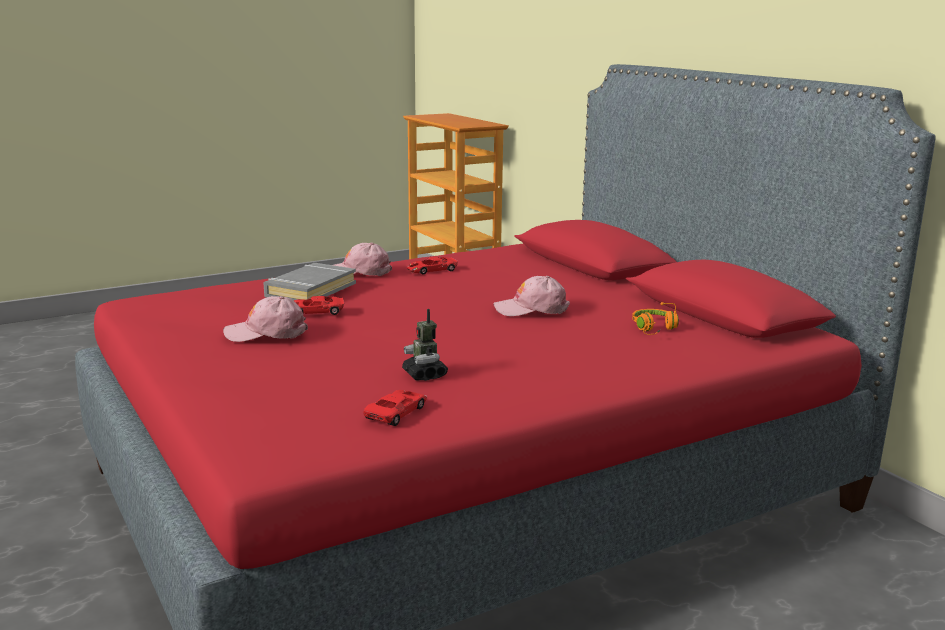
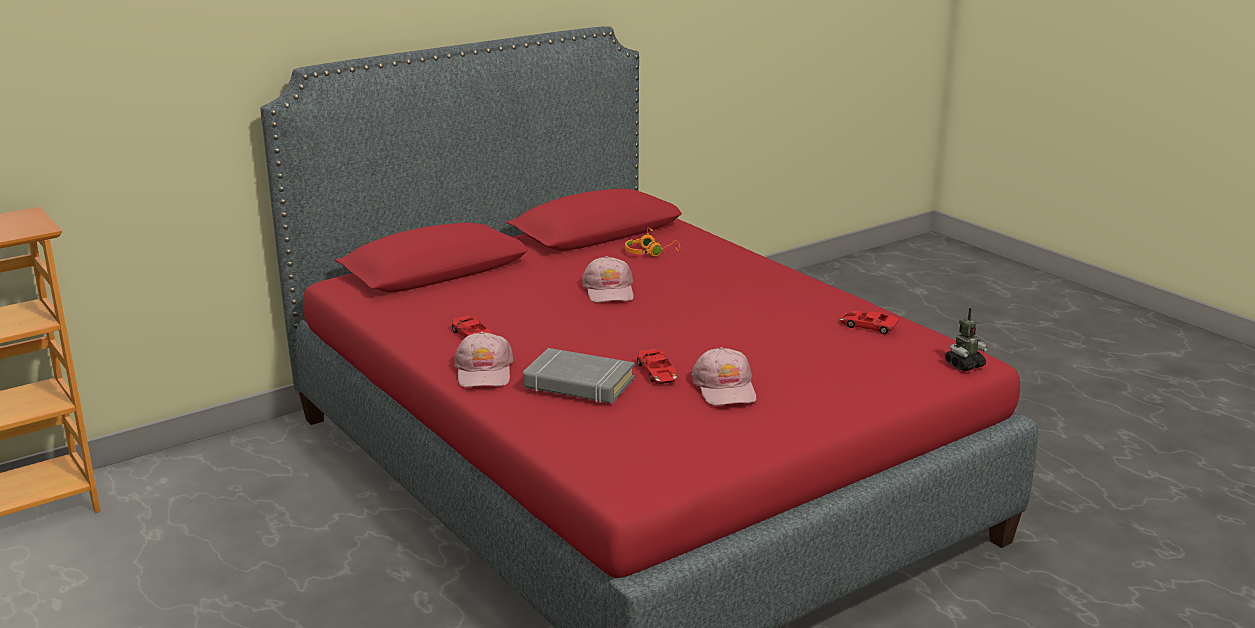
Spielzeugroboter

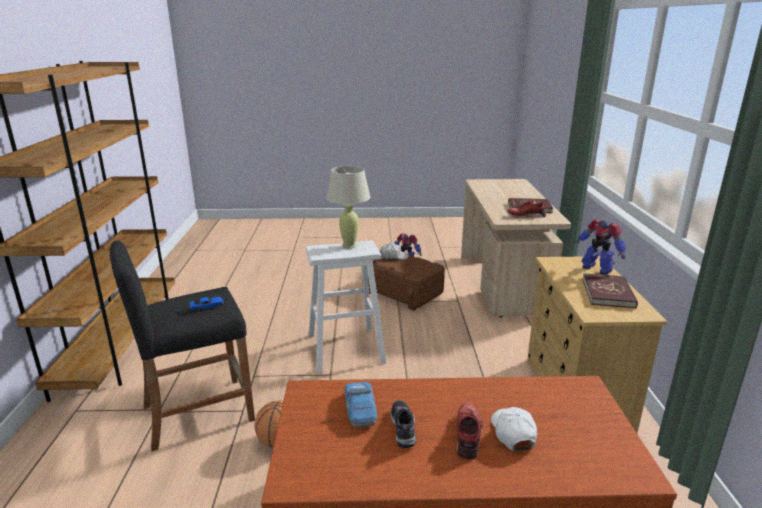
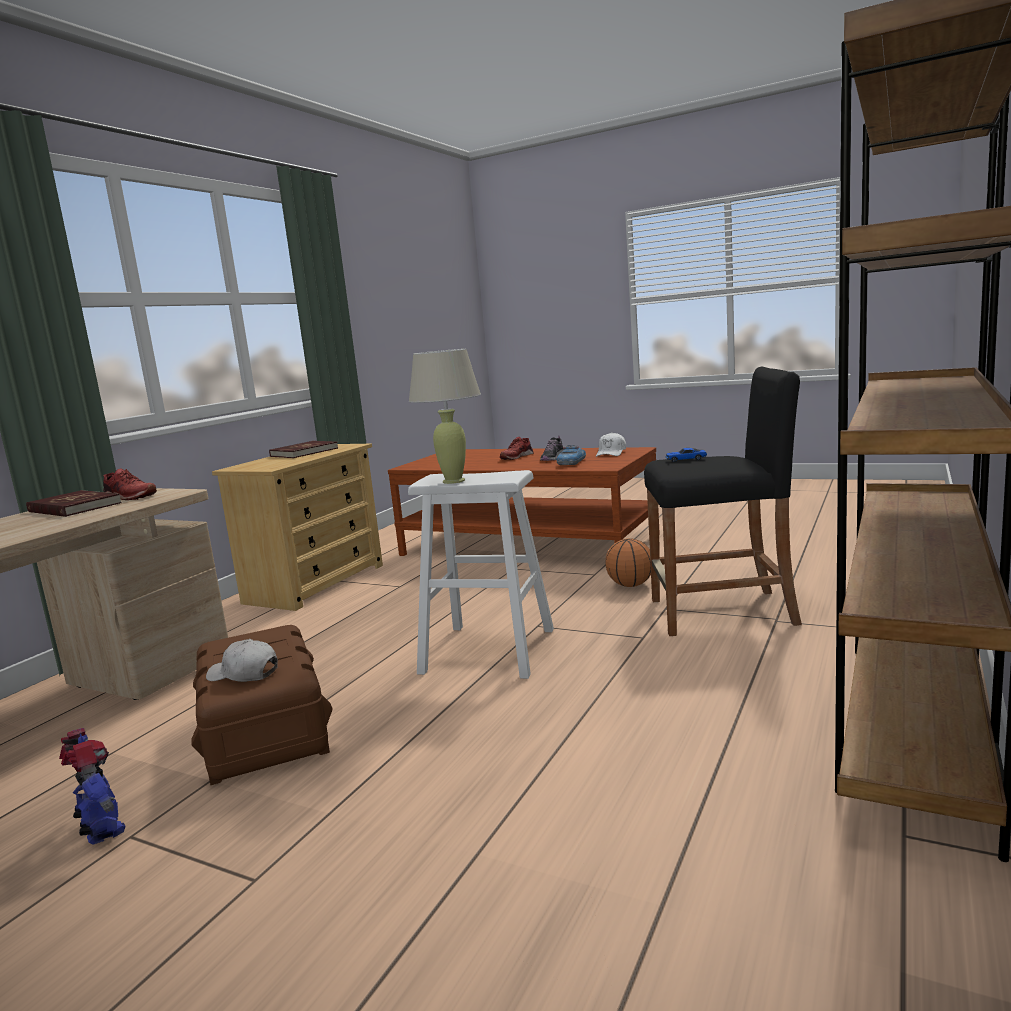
Spielzeugroboter (2nd from left in the first image); Kappe (weiß) (2nd from left)

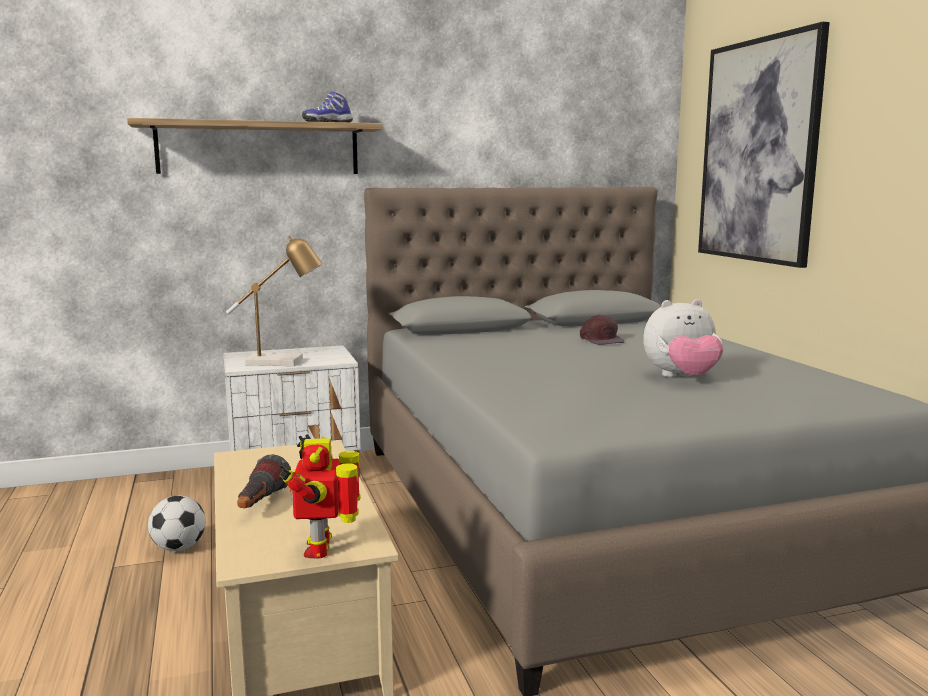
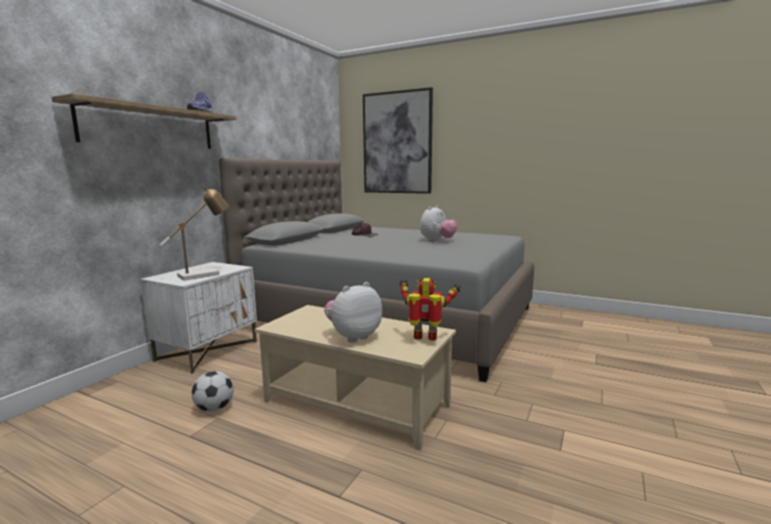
Spielzeugroboter; Plüschtier (1st from left)

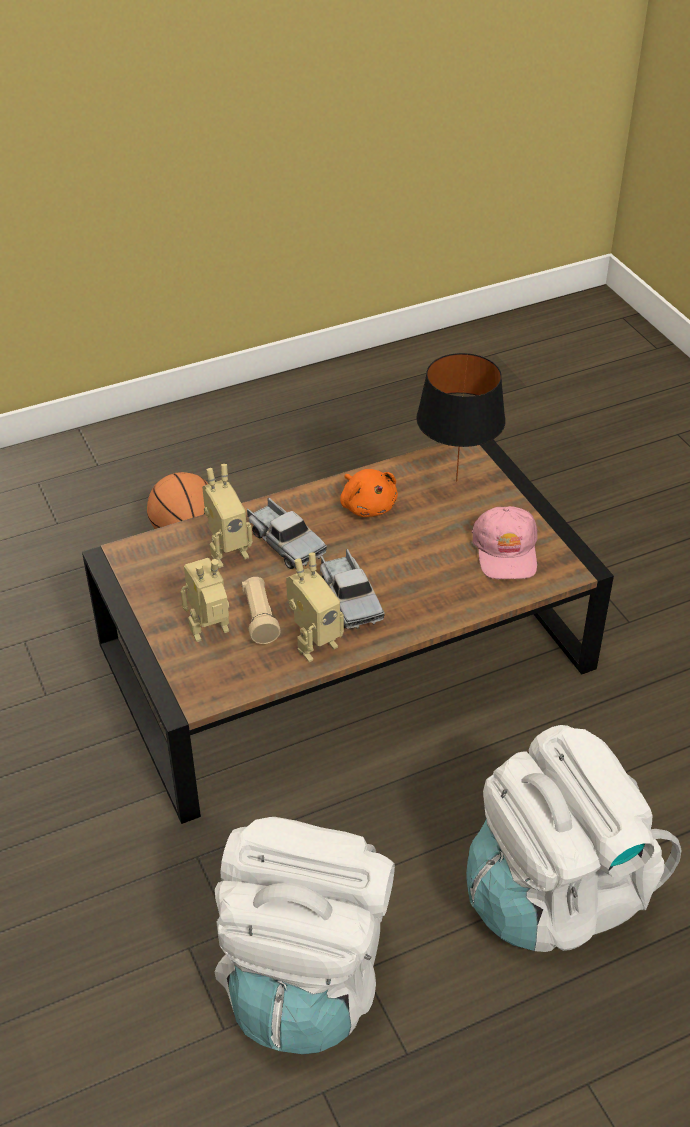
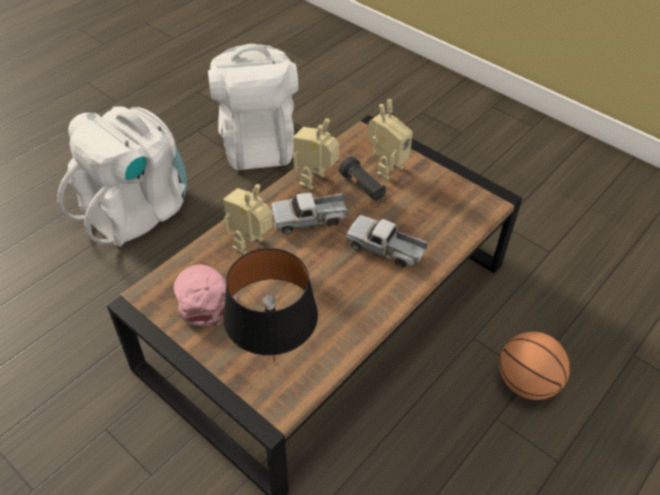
Spielzeugroboter (1st from left); Plüschtier (orange); Spielzeuglaster (1st from left); Taschenlampe (schwarz)

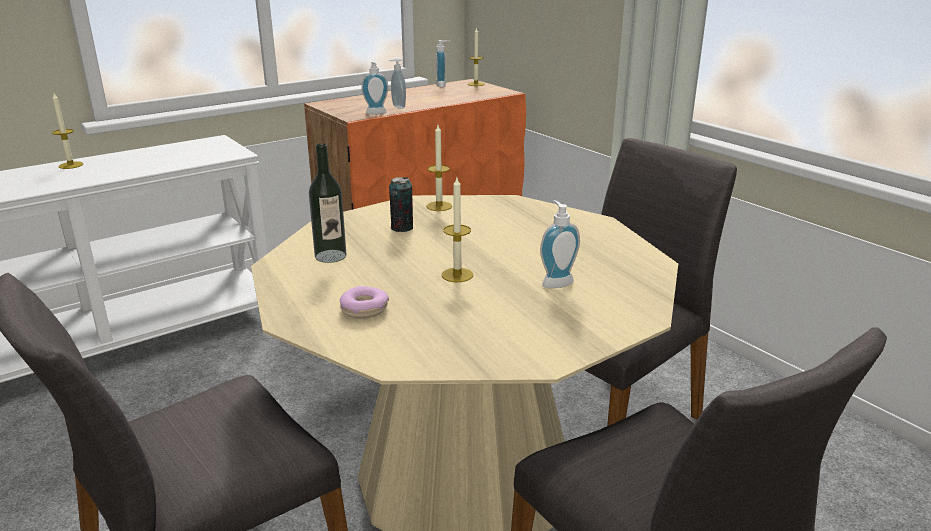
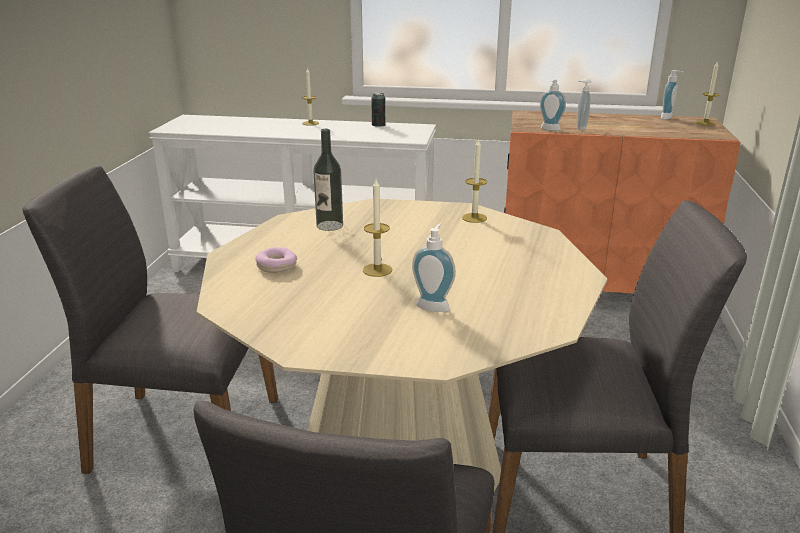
Dose

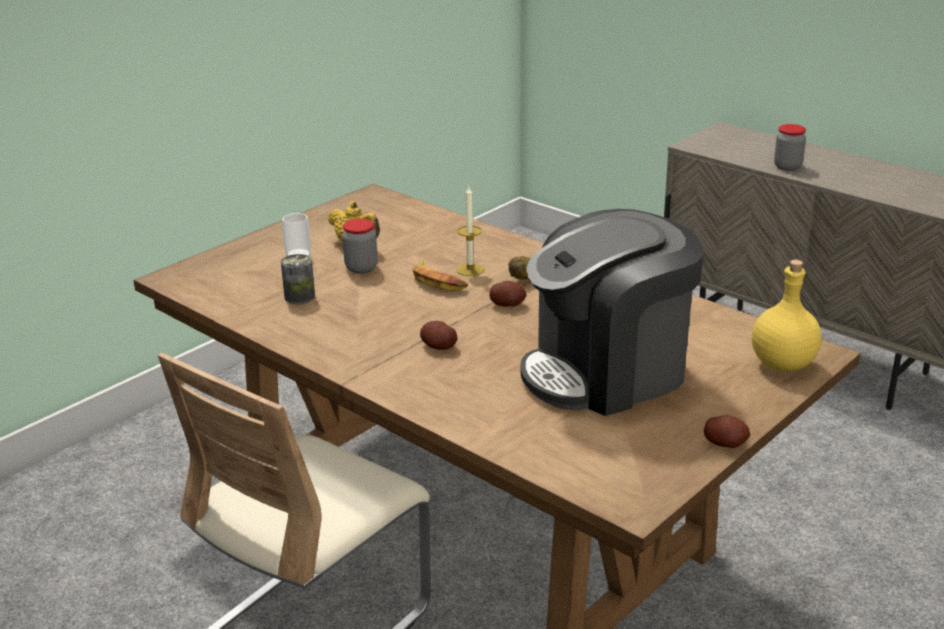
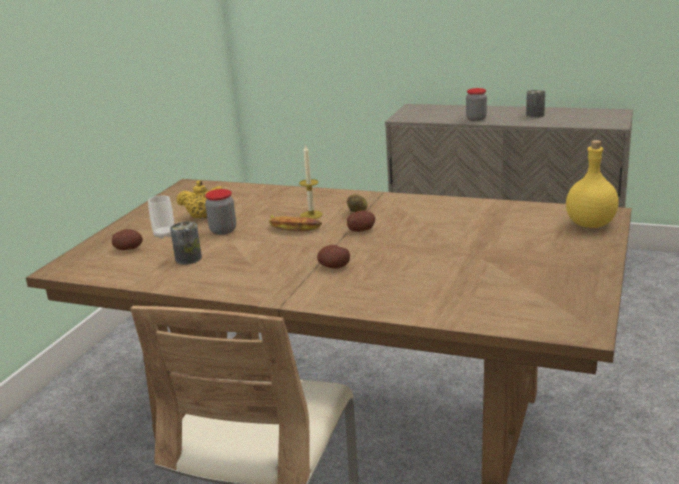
Kaffeemaschine; Kartoffel (1st from left); Dose (2nd from left)

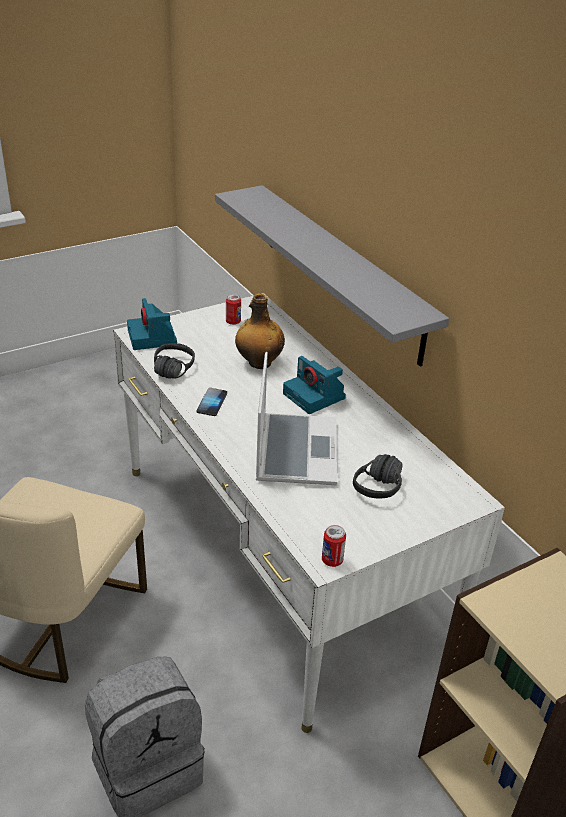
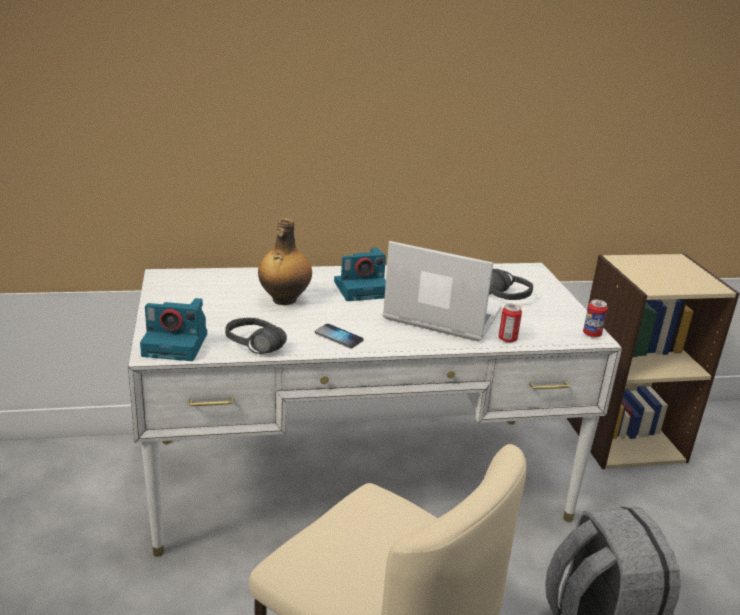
Wandregal (grau); Dose (1st from left)

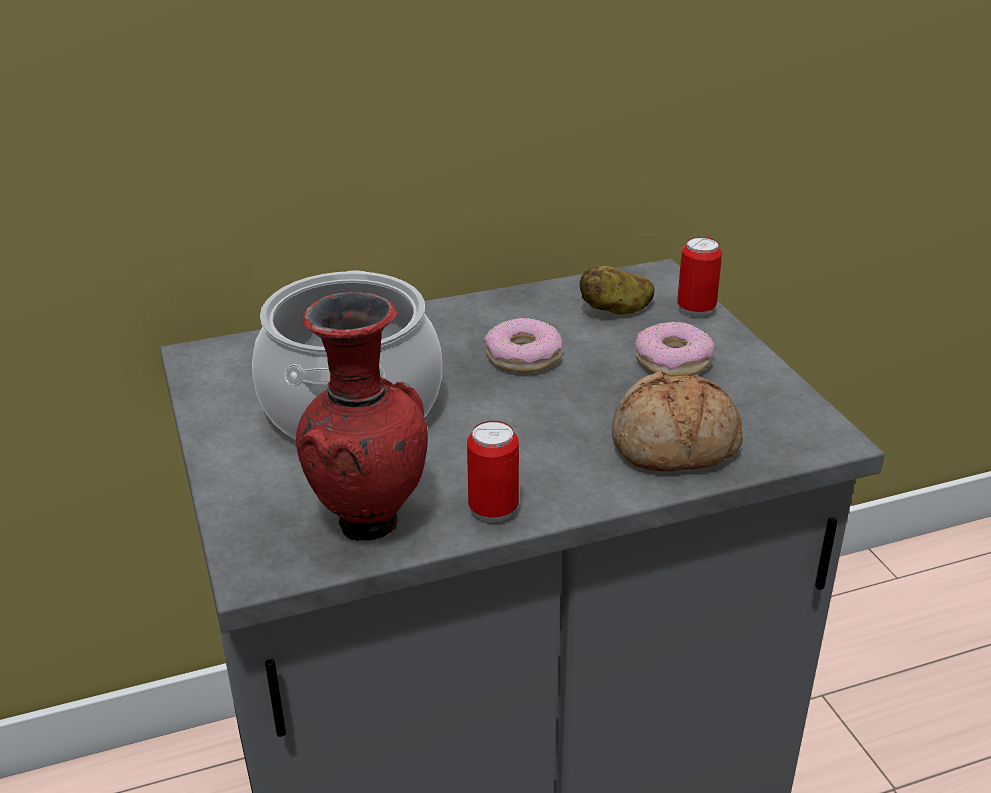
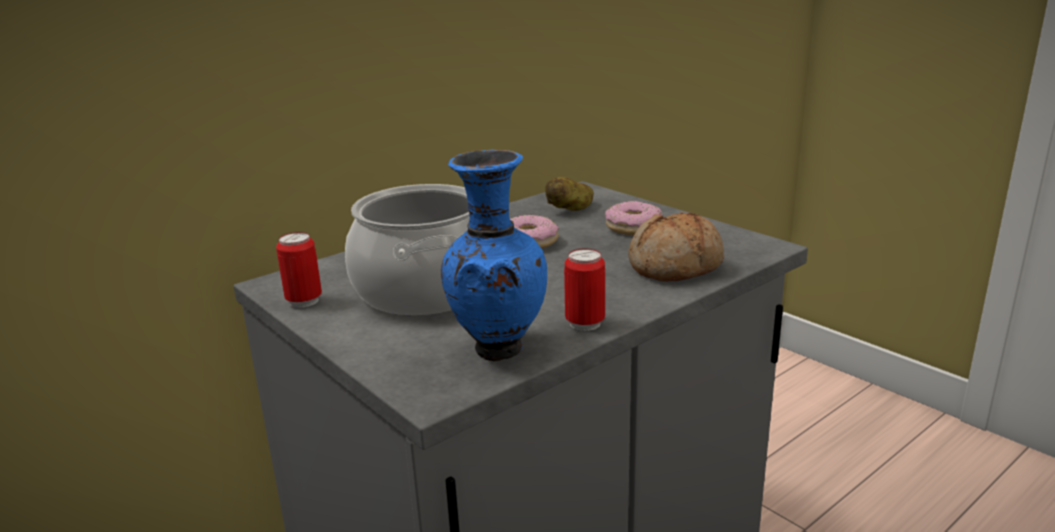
Dose (1st from left); Vase (blau)

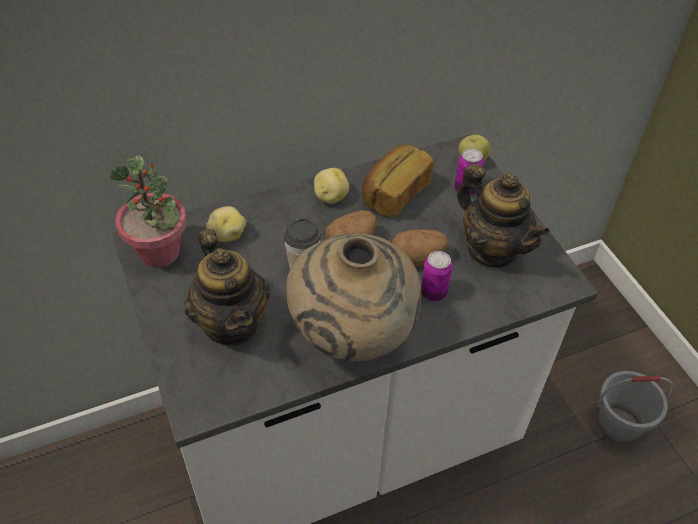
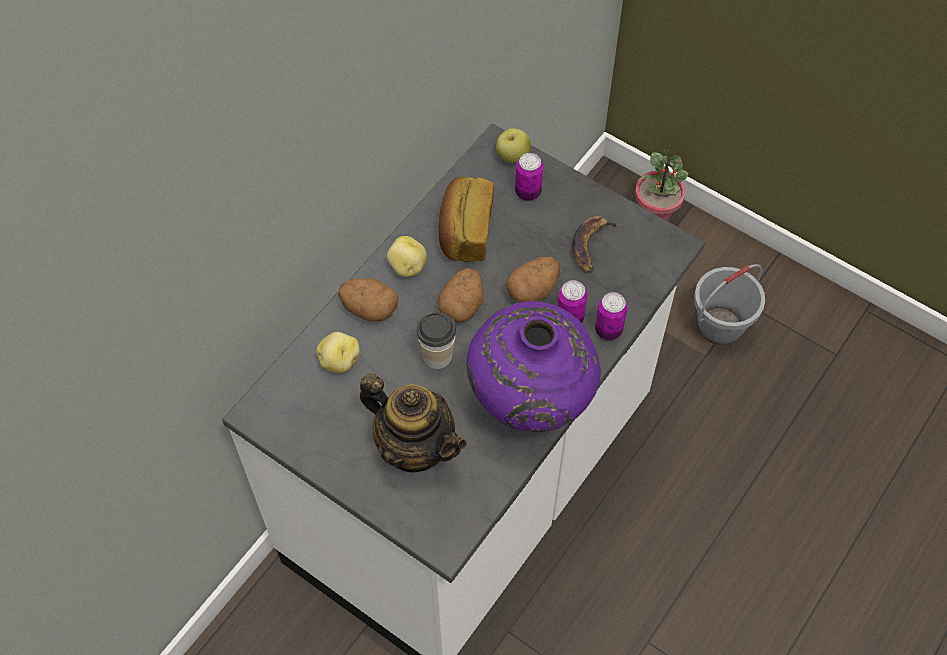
Topfpflanze; Banane; Vase (lila); Kartoffel (2nd from left); Dose (3rd from left)

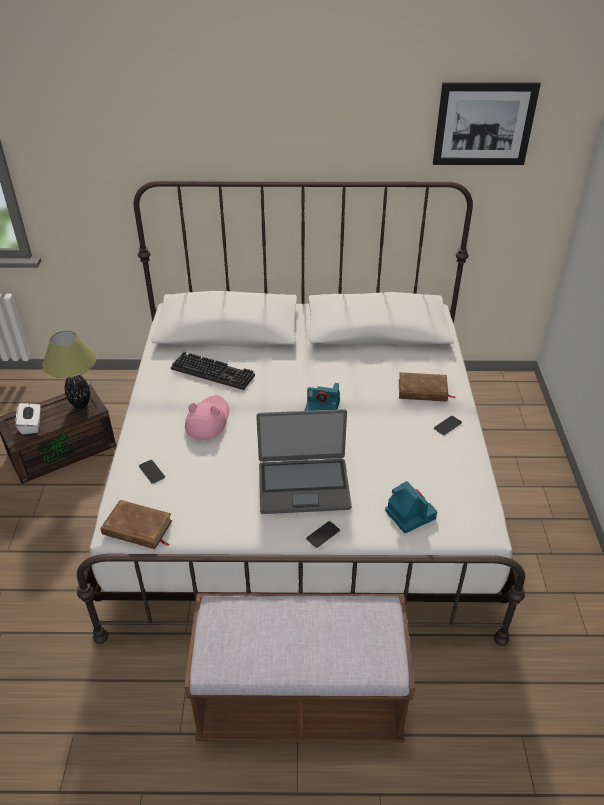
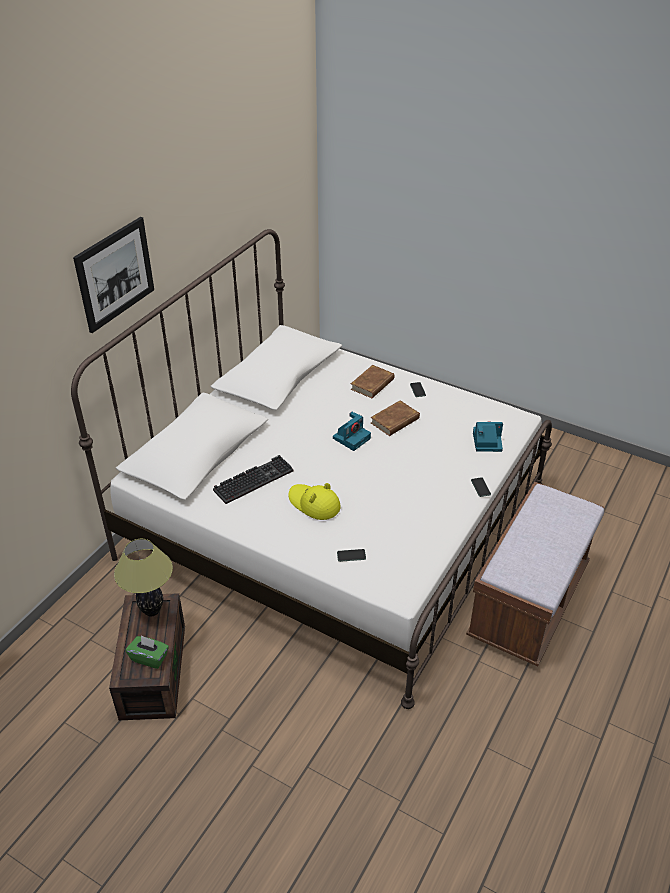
Bild; Hut (gelb); Taschentuchbox (grün); Laptop; Buch (braun) (2nd from left)

